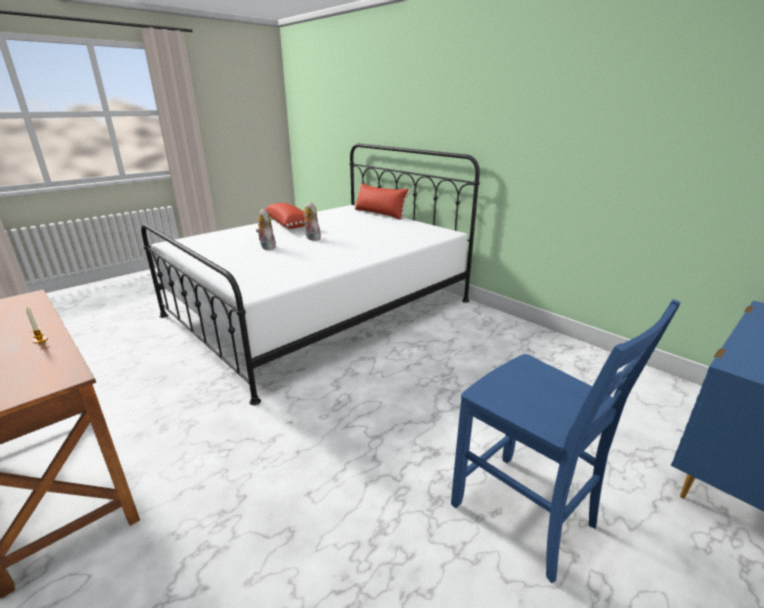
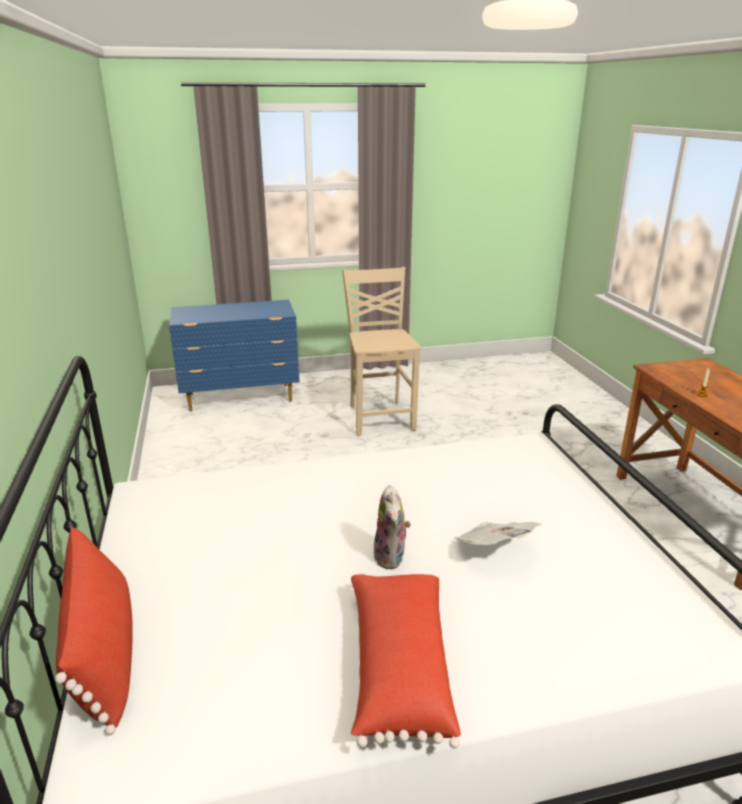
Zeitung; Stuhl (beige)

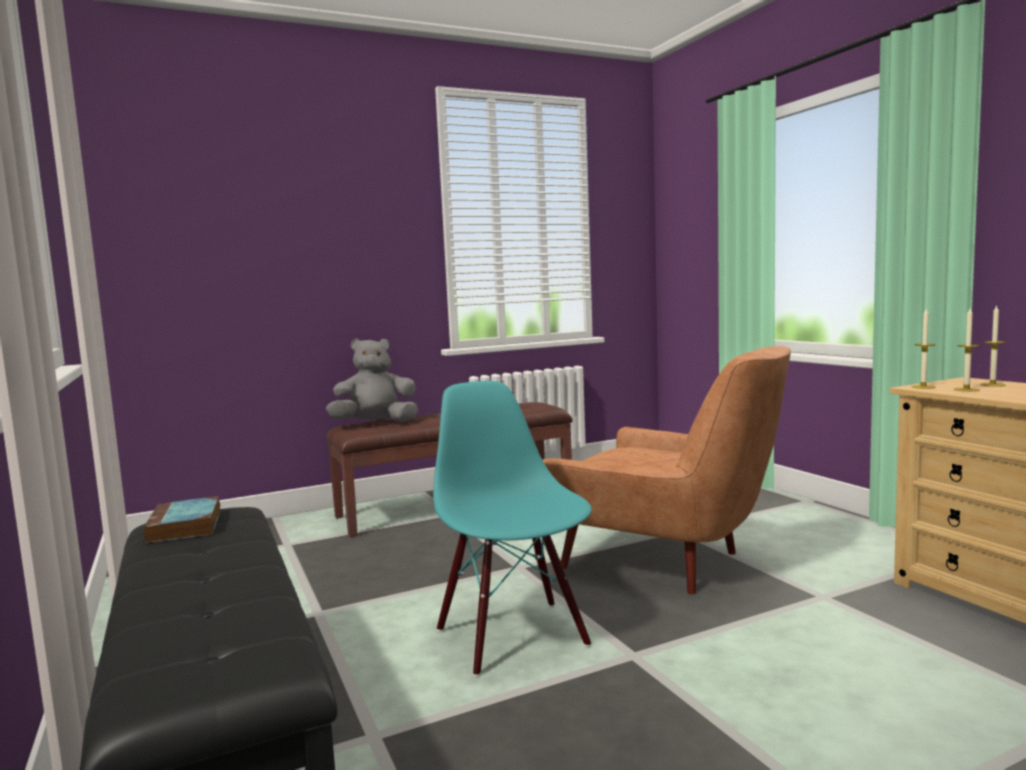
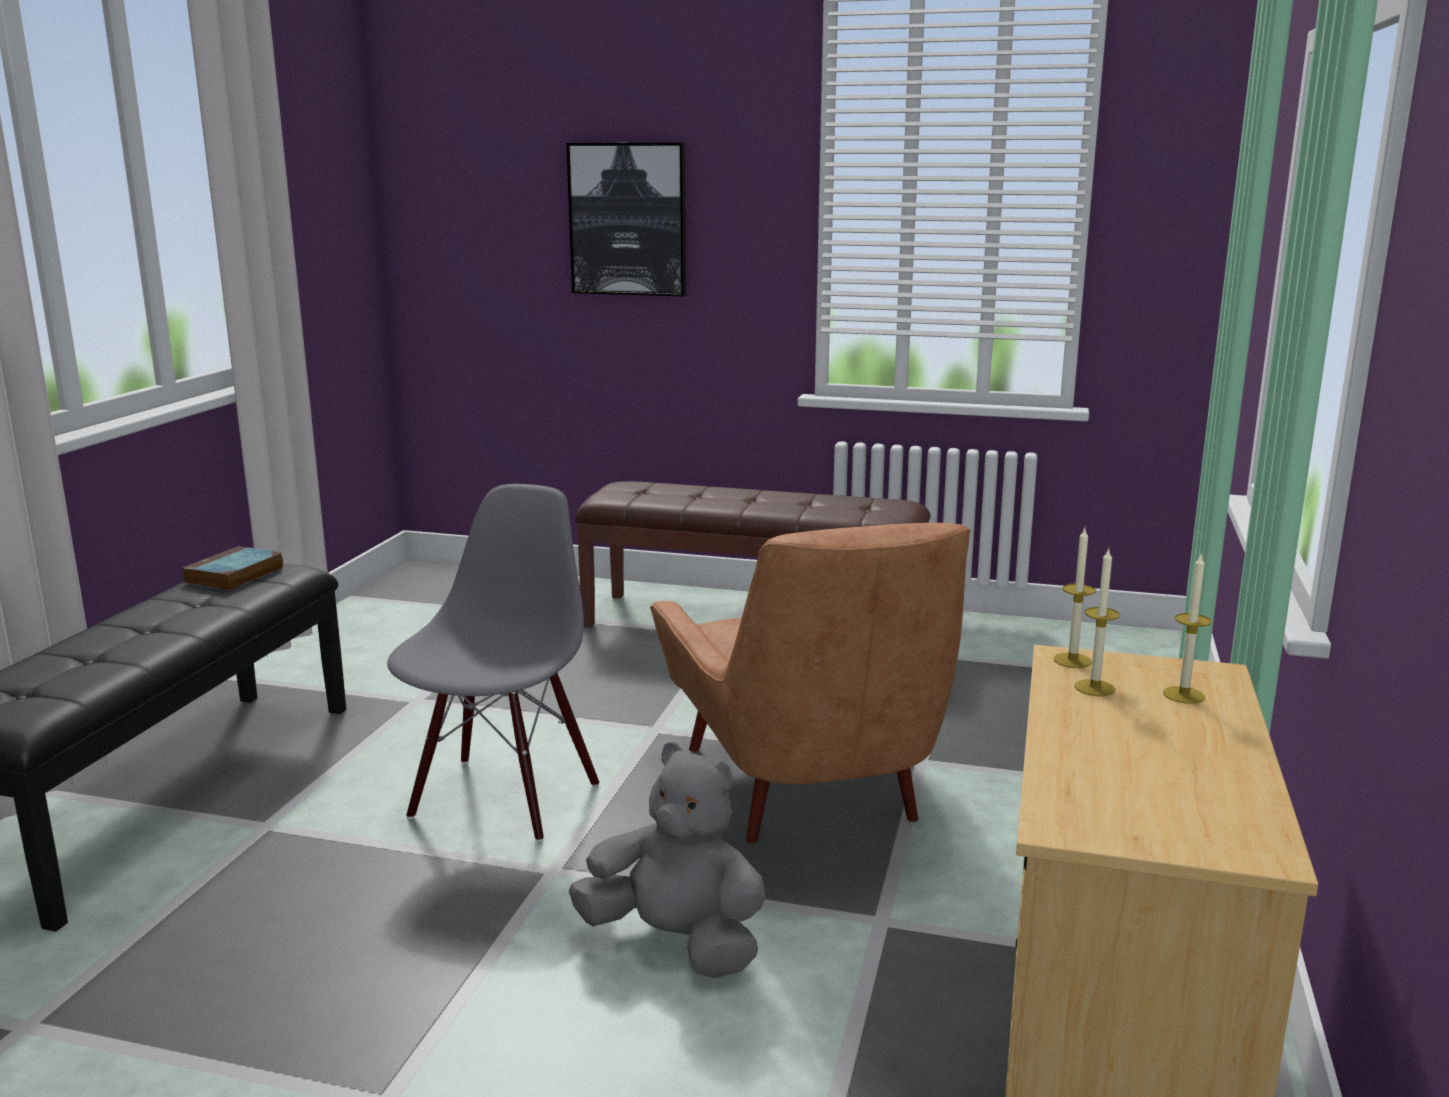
Plüschtier (grau); Stuhl (grau); Bild

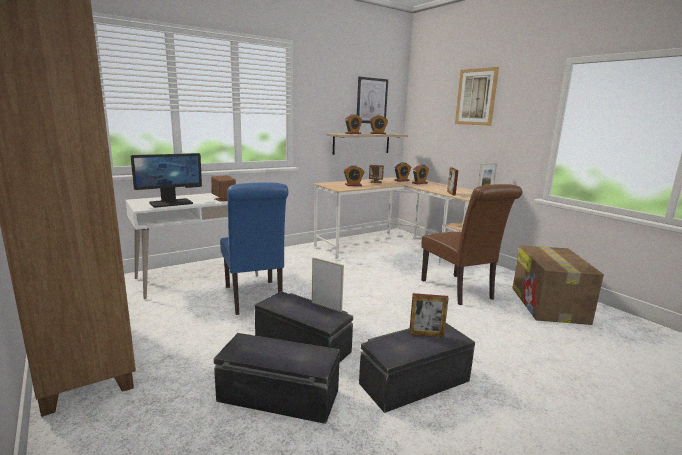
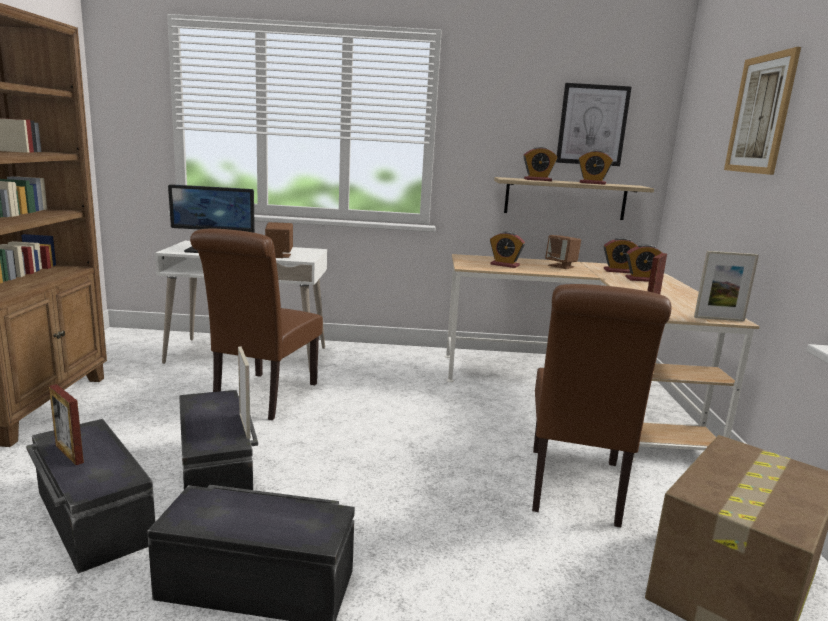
Stuhl (braun) (1st from left); Bilderrahmen (1st from left)

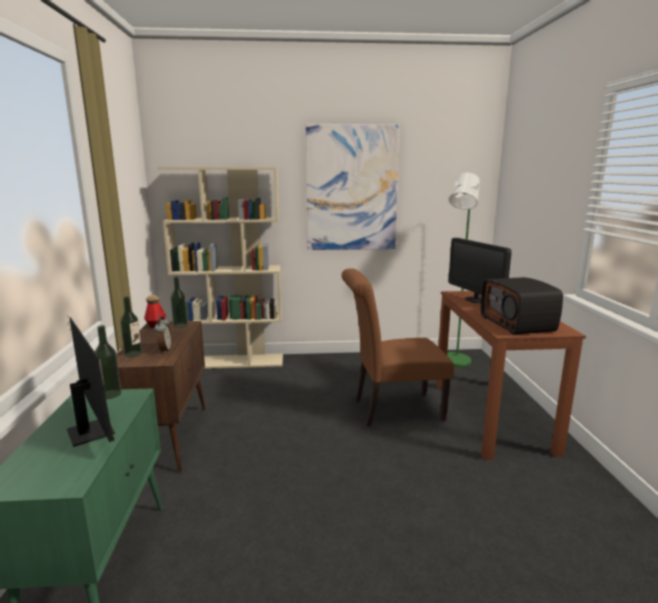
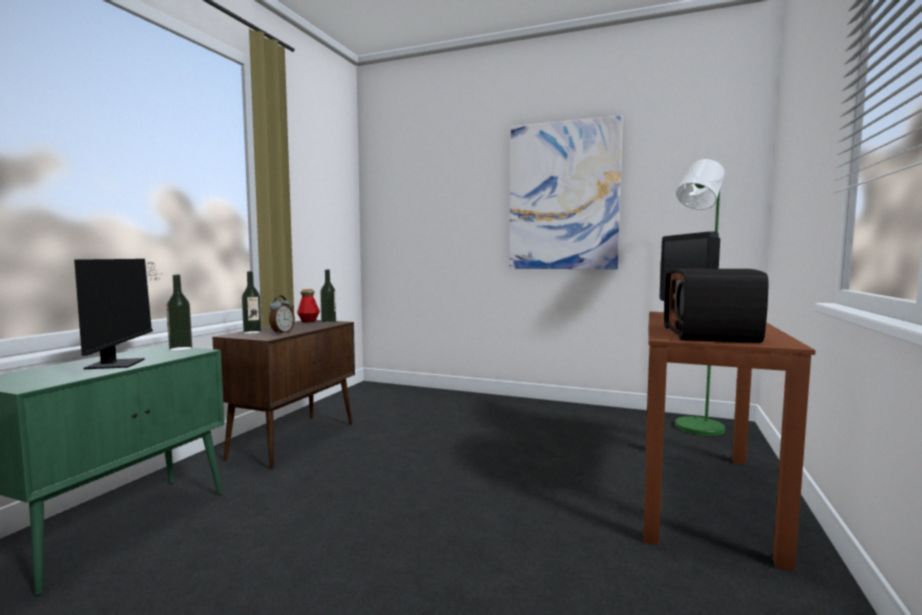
Bücherregal (beige); Stuhl (braun)

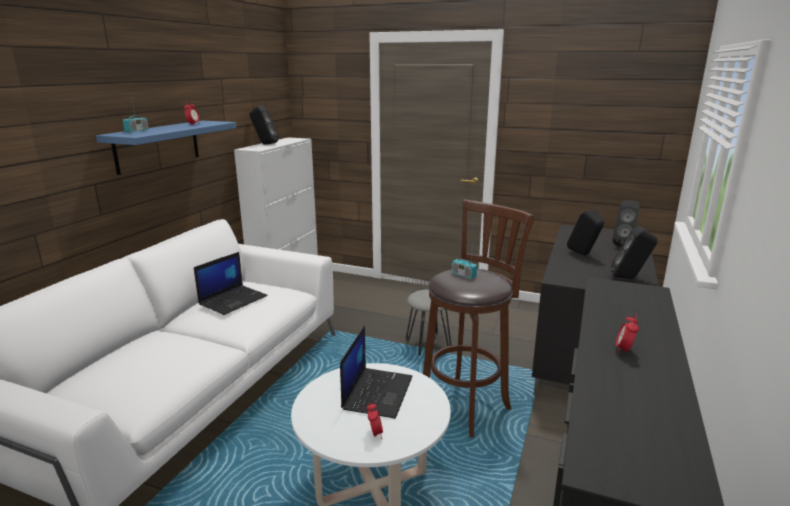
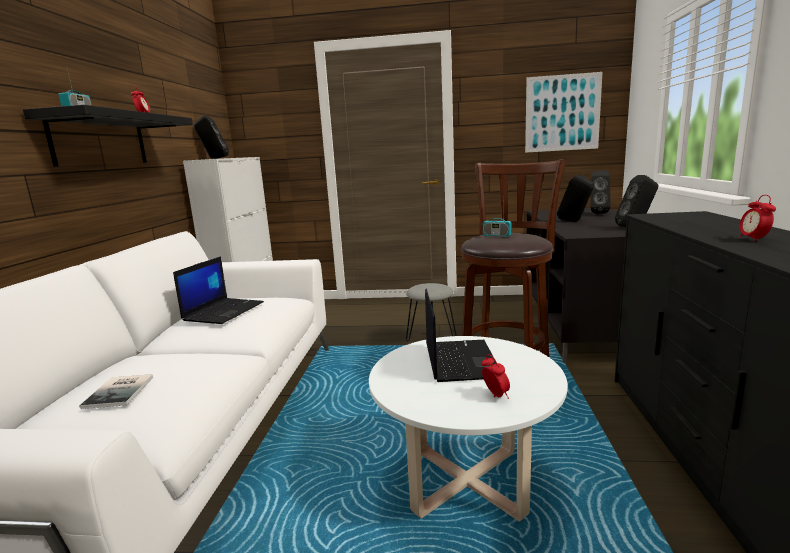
Wandregal (schwarz); Bild; Buch

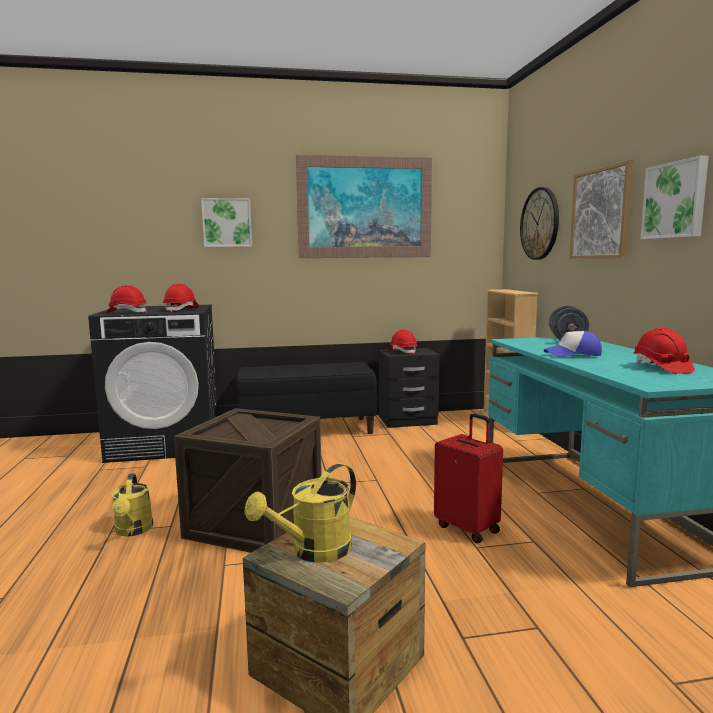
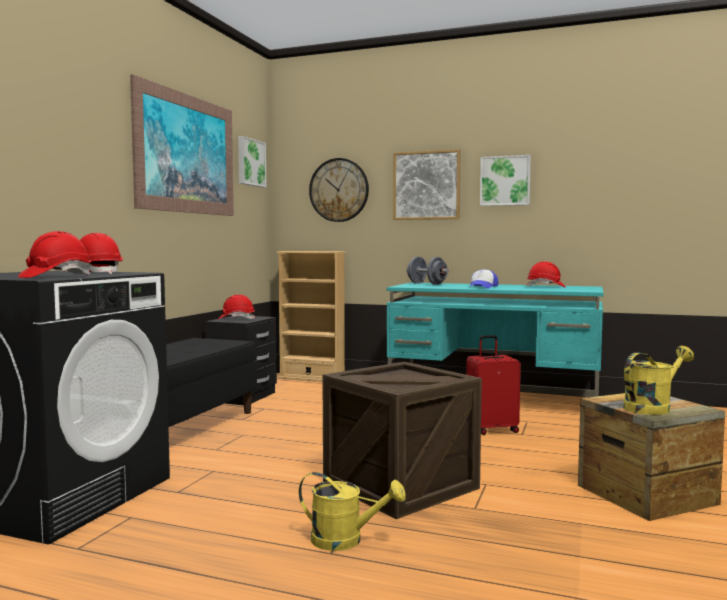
Bild (2nd from left); Gießkanne (gelb) (2nd from left)

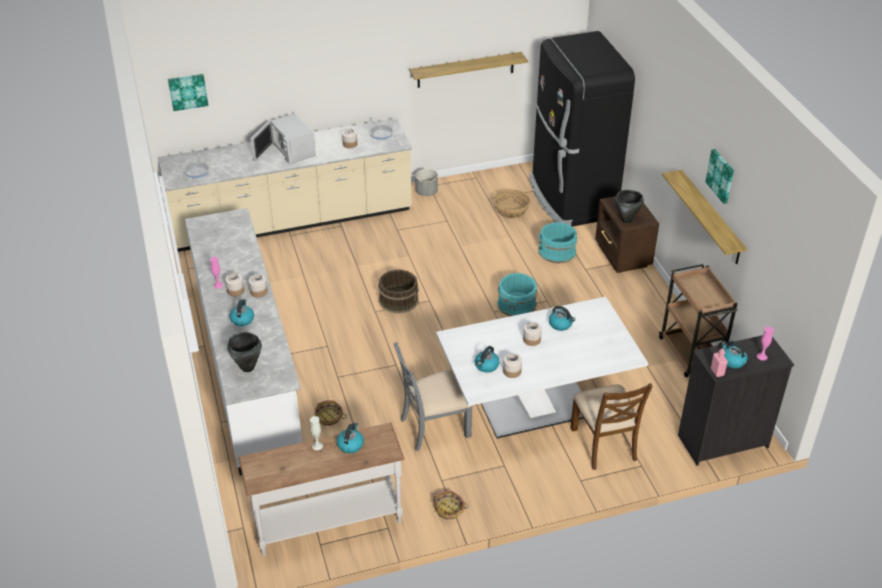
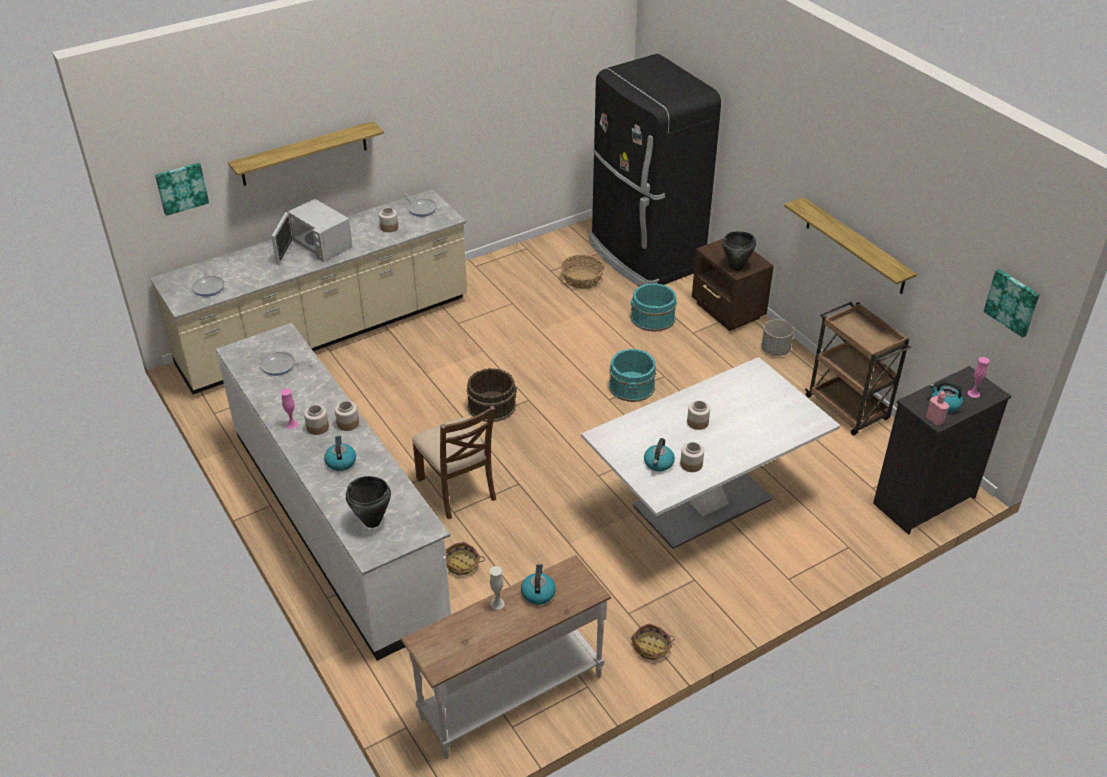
Wandregal (1st from left); Bild (2nd from left); Pflanzkübel (grau); Wasserkessel (4th from left in the first image); Stuhl (grau); Stuhl (braun); Pfanne (2nd from left)

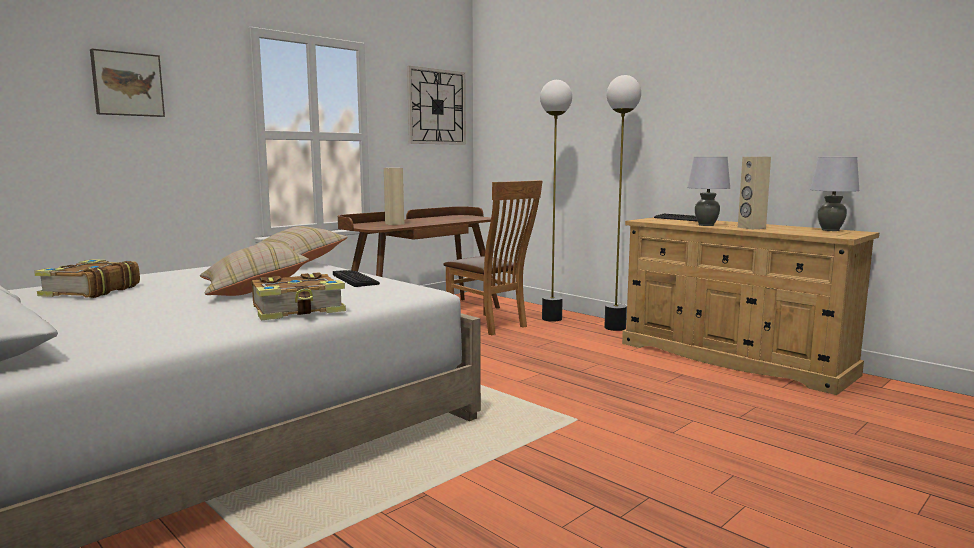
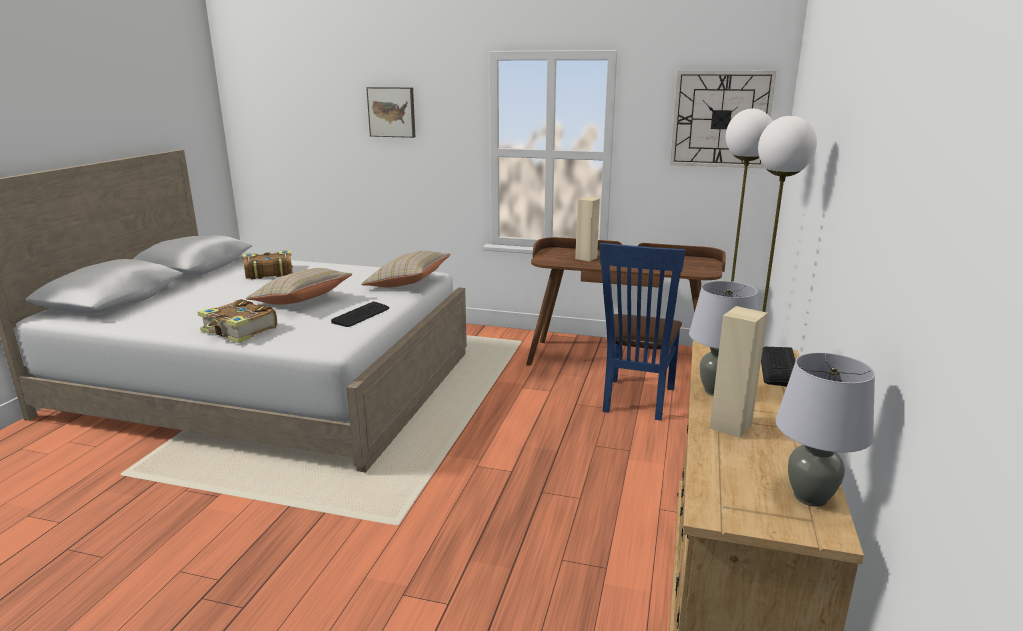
Stuhl (blau)

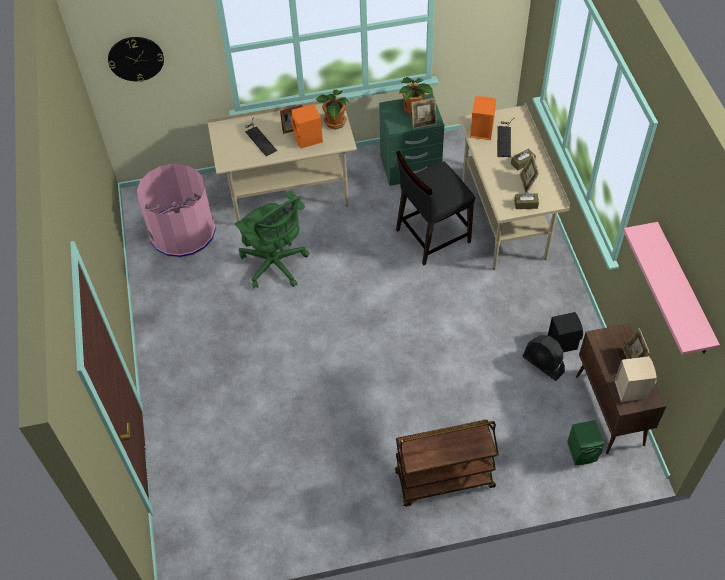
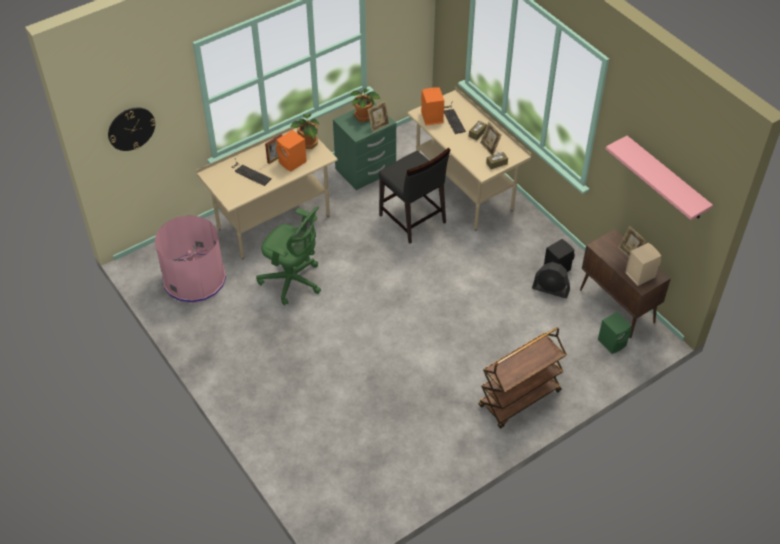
Stuhl (schwarz)

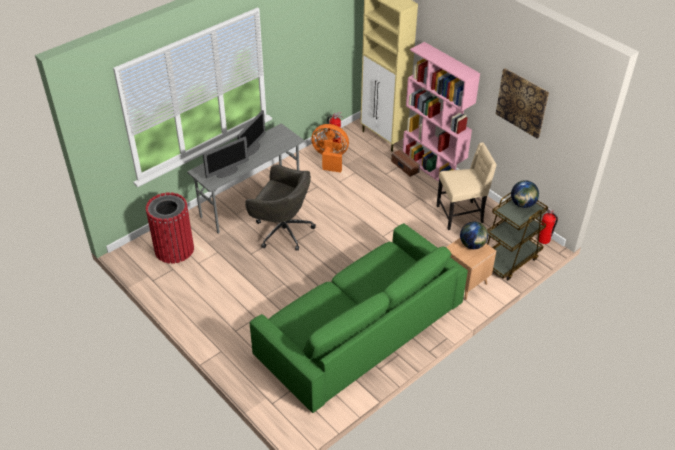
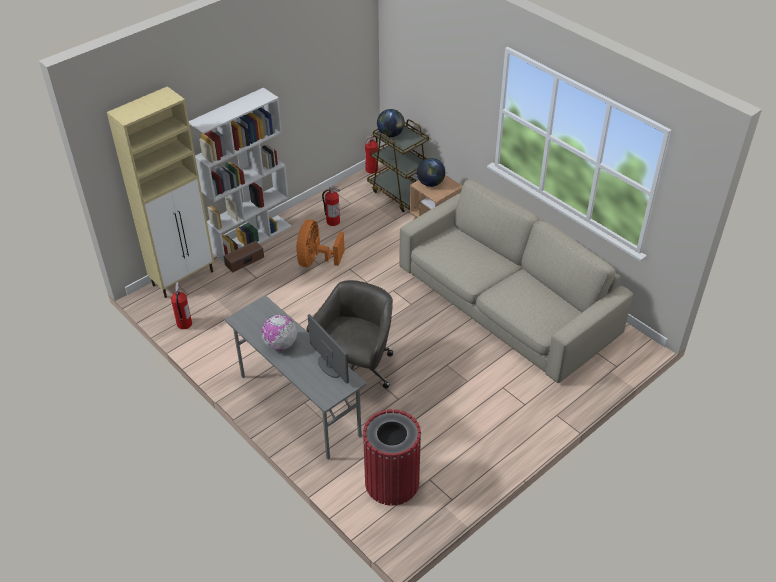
Bücherregal (weiß); Bild; Globus (1st from left); Ventilator (orange); Feuerlöscher (2nd from left); Sofa (beige)

